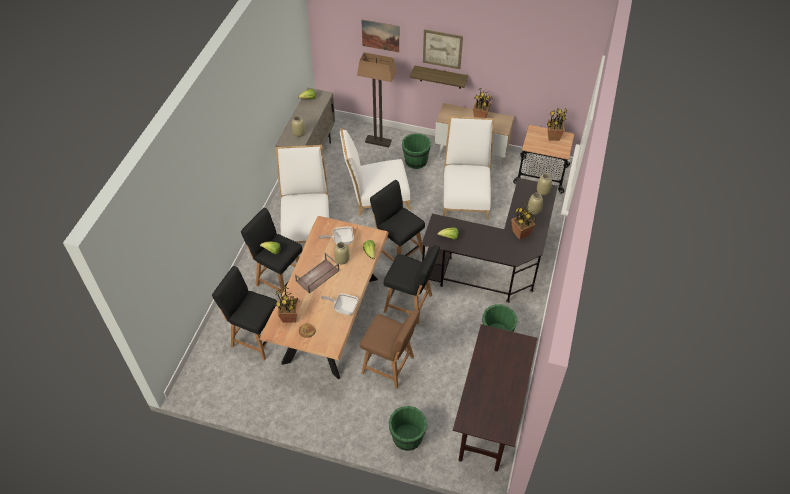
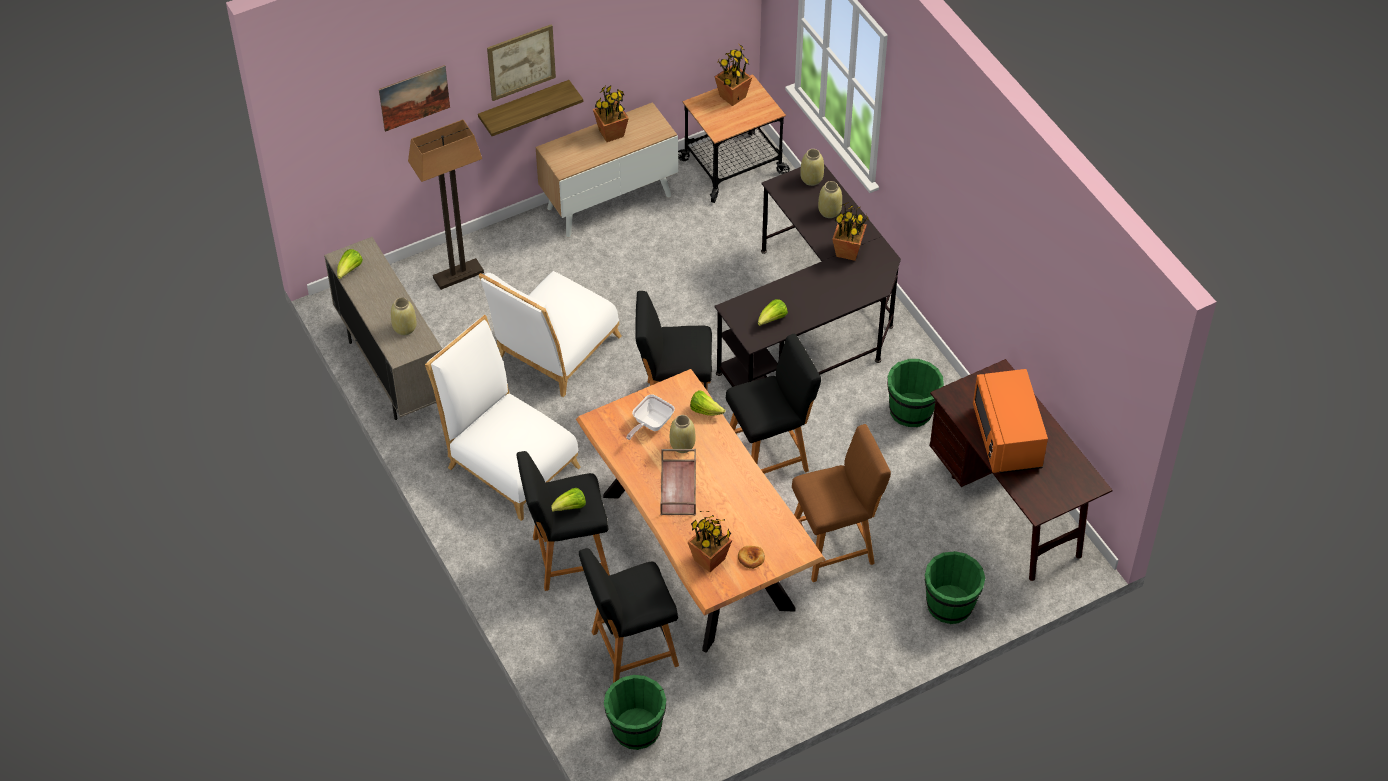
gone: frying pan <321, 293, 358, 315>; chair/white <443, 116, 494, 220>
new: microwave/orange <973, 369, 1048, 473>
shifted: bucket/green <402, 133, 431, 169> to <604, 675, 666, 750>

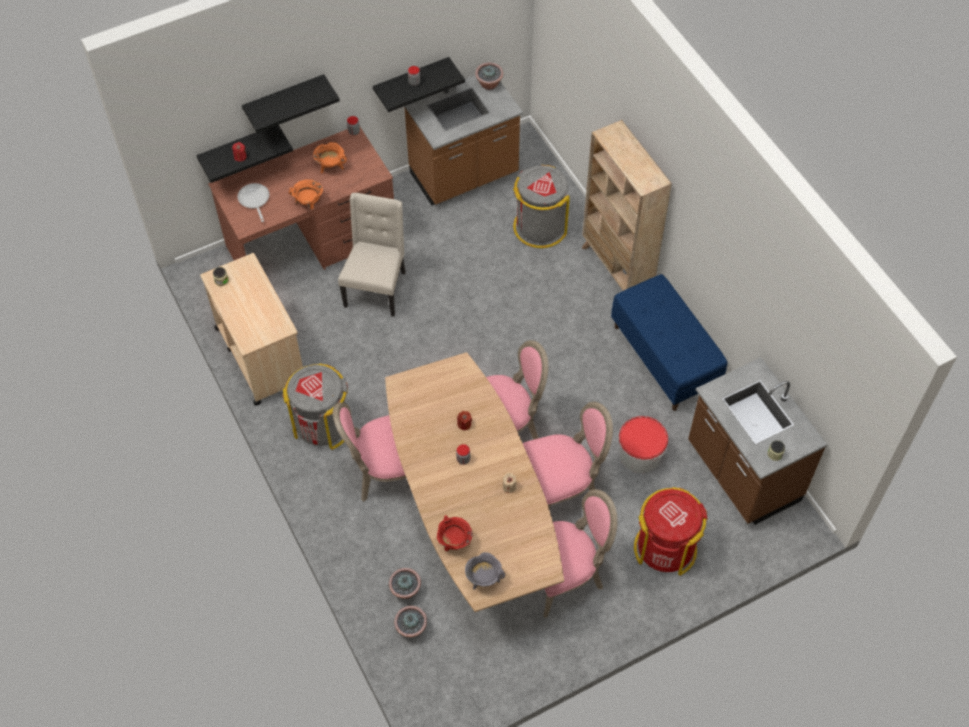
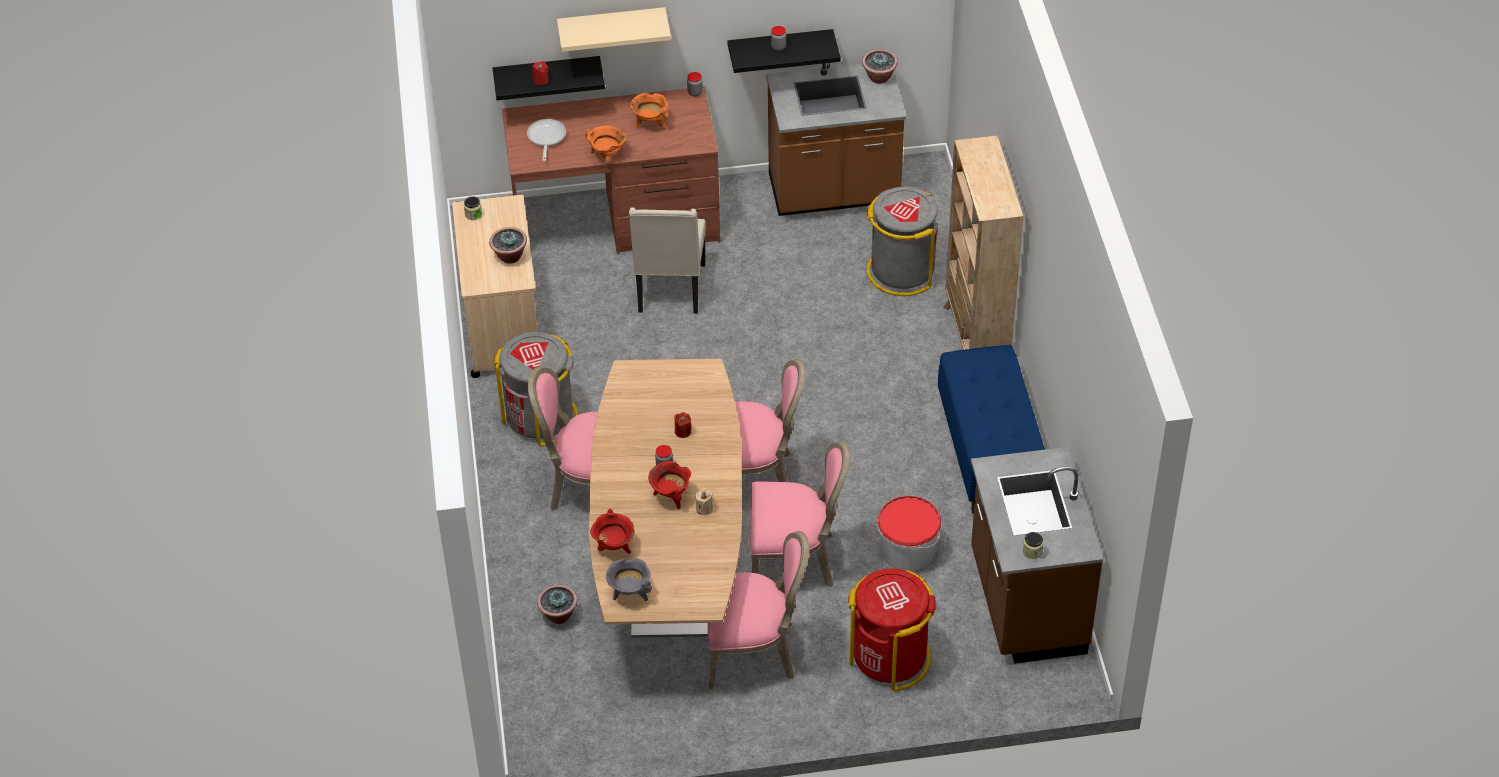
new: cooking pot/red <648, 461, 691, 509>
shifted: potted plant <394, 606, 427, 637> to <489, 227, 527, 264>
repainted: shelf/black <242, 74, 340, 133> to shelf/beige <557, 7, 671, 52>
rotated: chair/beige <338, 193, 406, 317> = <629, 207, 706, 314> 150 degrees clockwise

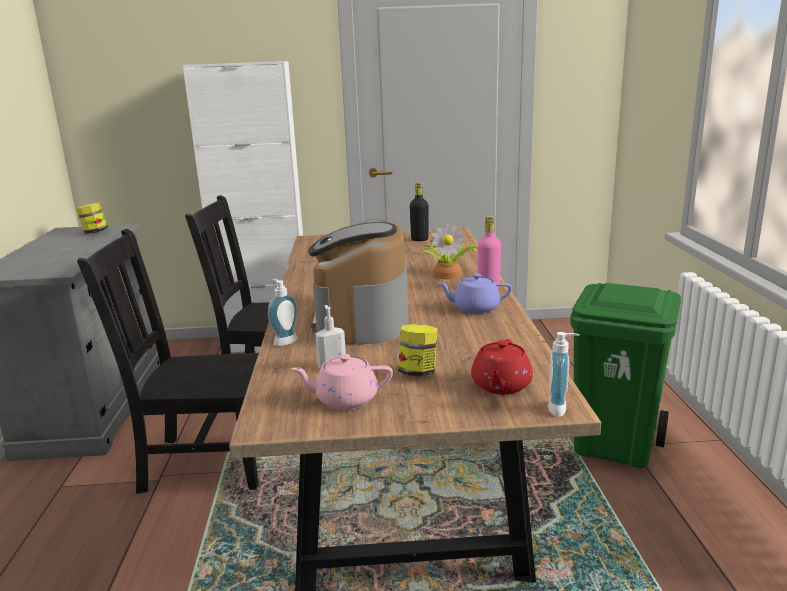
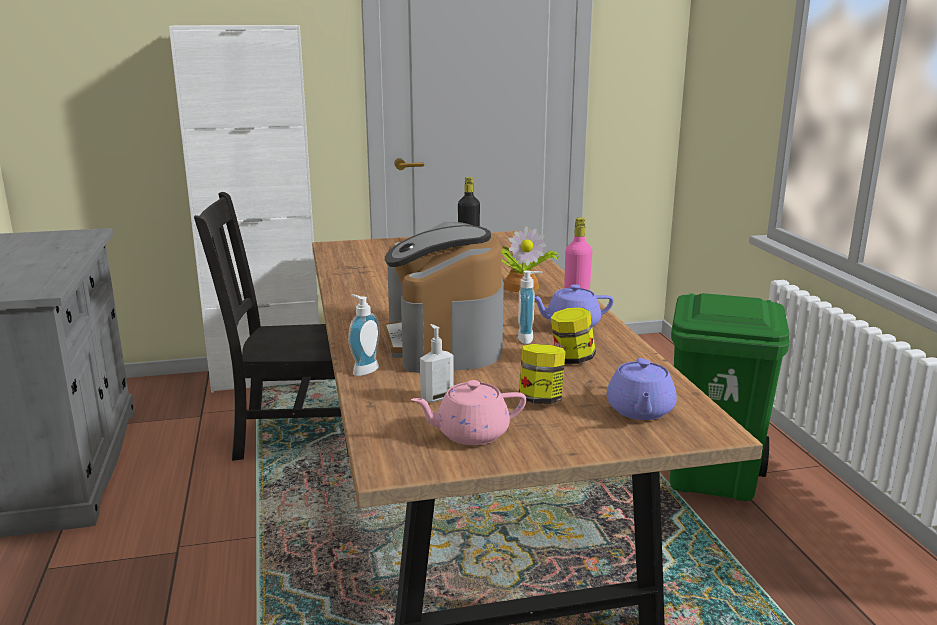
gone: chair/black <77, 229, 259, 494>
shifted: jar <76, 202, 108, 234> to <551, 308, 596, 364>; soap dispenser <548, 332, 580, 417> to <518, 270, 542, 344>
repainted: teapot/red <471, 339, 533, 395> to teapot/purple <607, 358, 677, 420>

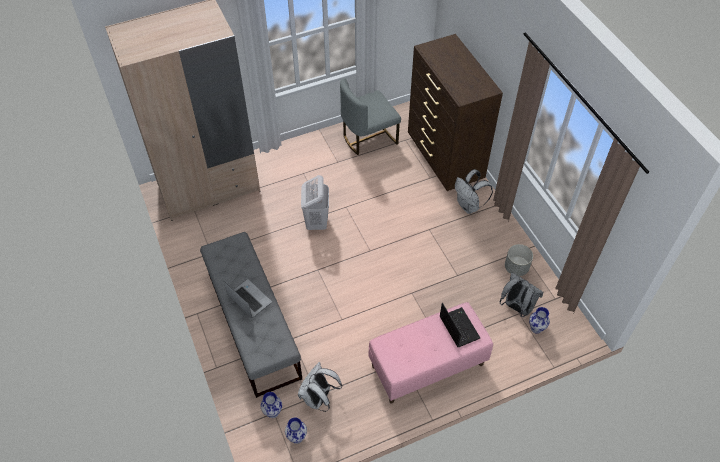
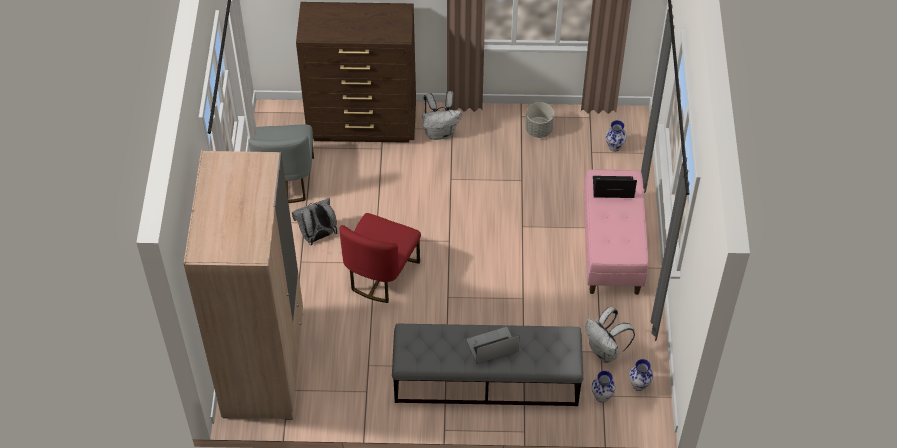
shifted: backpack/grey <500, 273, 544, 317> to <292, 198, 338, 245>
swapped: laundry basket/white <301, 175, 329, 230> to chair/red <340, 213, 421, 303>

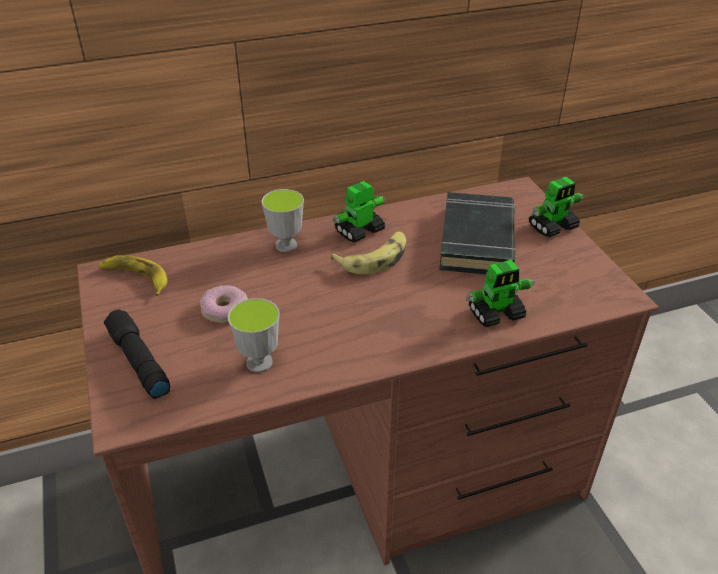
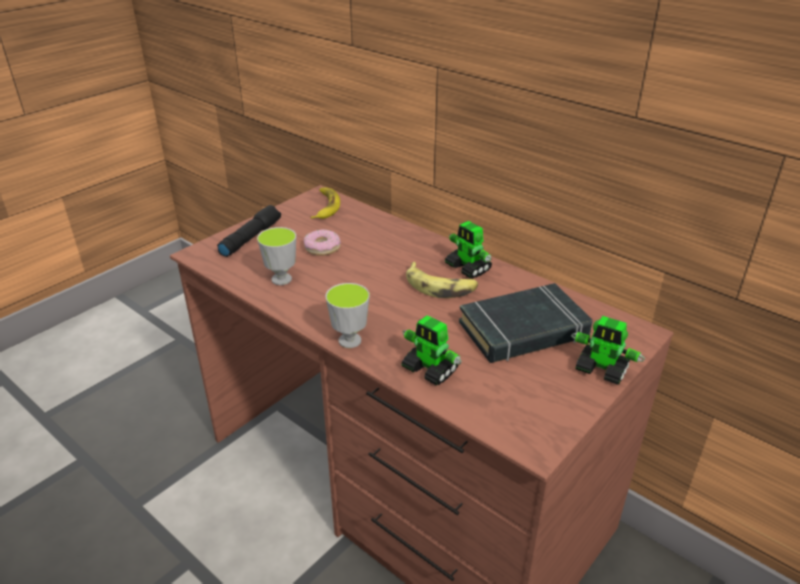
shifted: cup <261, 189, 304, 252> to <325, 283, 370, 348>
rotated: toy robot <332, 181, 386, 242> = <445, 221, 492, 279> 150 degrees counterclockwise

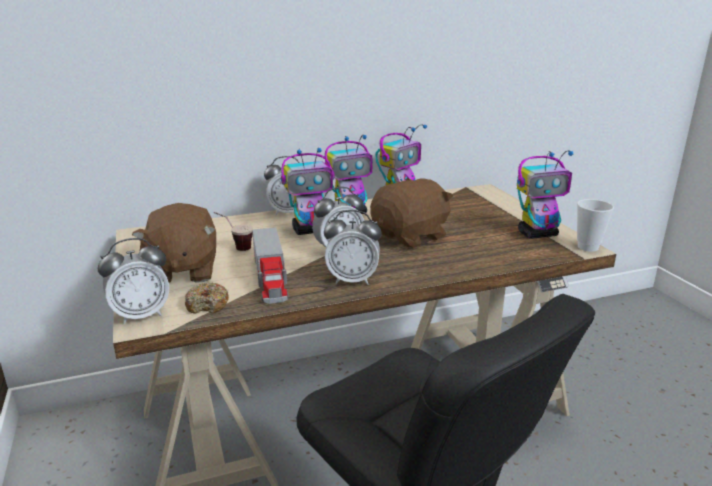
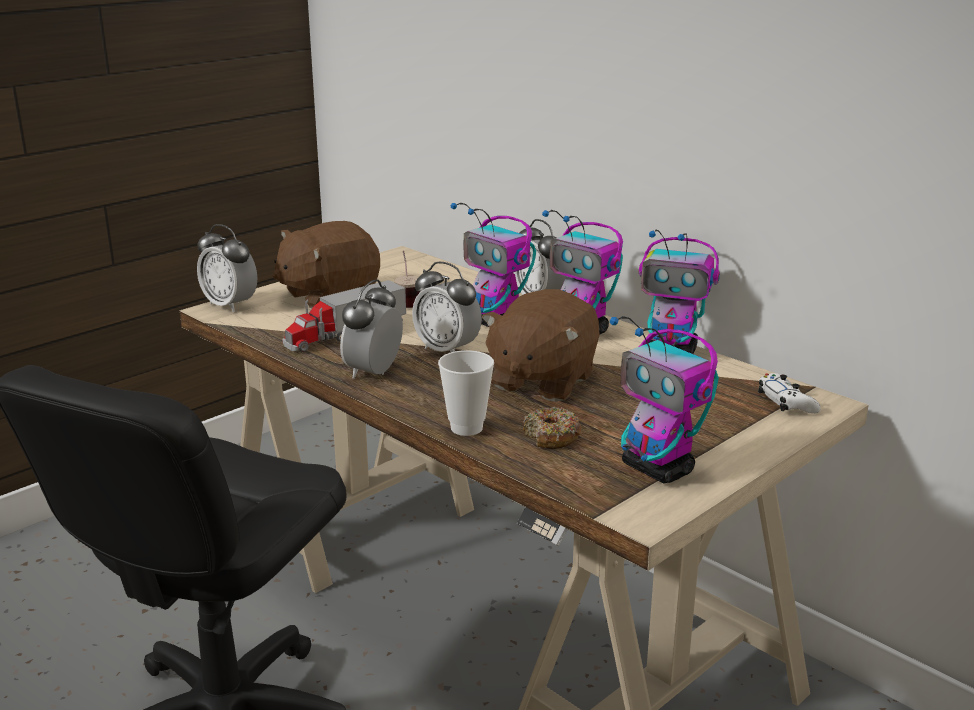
new: game controller/white <758, 373, 820, 414>
shifted: donut <185, 282, 229, 314> to <523, 407, 582, 449>; cup <577, 199, 614, 252> to <438, 350, 494, 436>
rotated: alarm clock <324, 210, 382, 285> = <340, 280, 403, 379> 45 degrees clockwise; plush toy/brown <370, 178, 453, 248> = <482, 289, 600, 402> 90 degrees clockwise

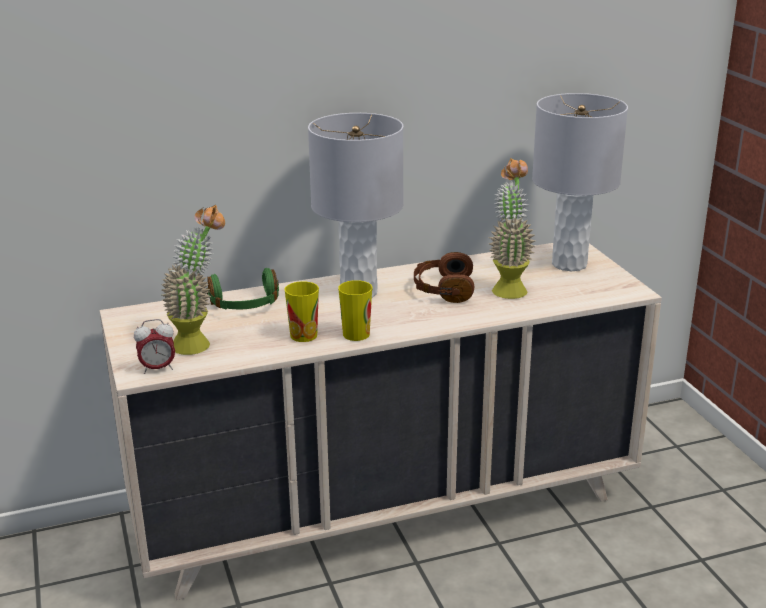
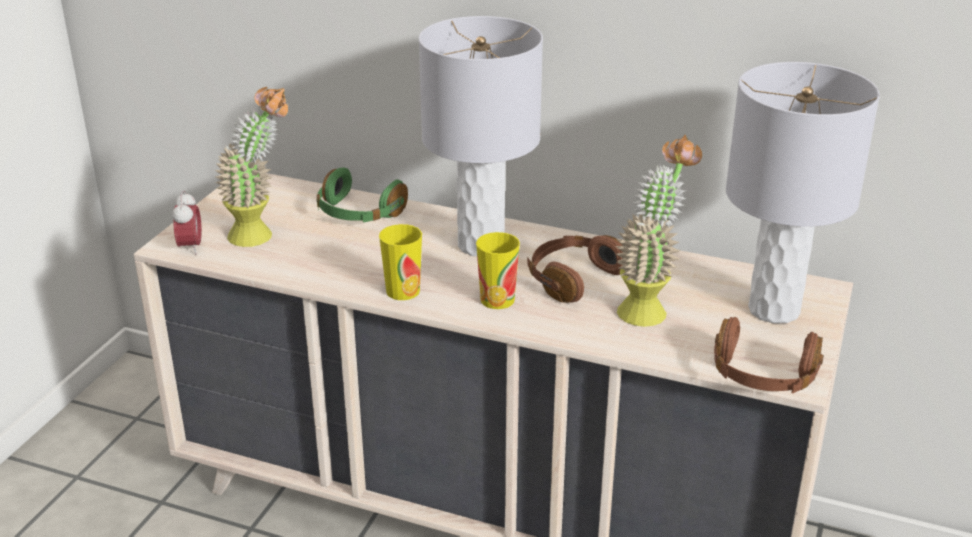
new: headphones/brown <714, 317, 824, 393>
shifted: cup <284, 281, 319, 342> to <476, 232, 520, 309>
rotated: alarm clock <134, 319, 175, 374> = <172, 190, 202, 255> 120 degrees counterclockwise

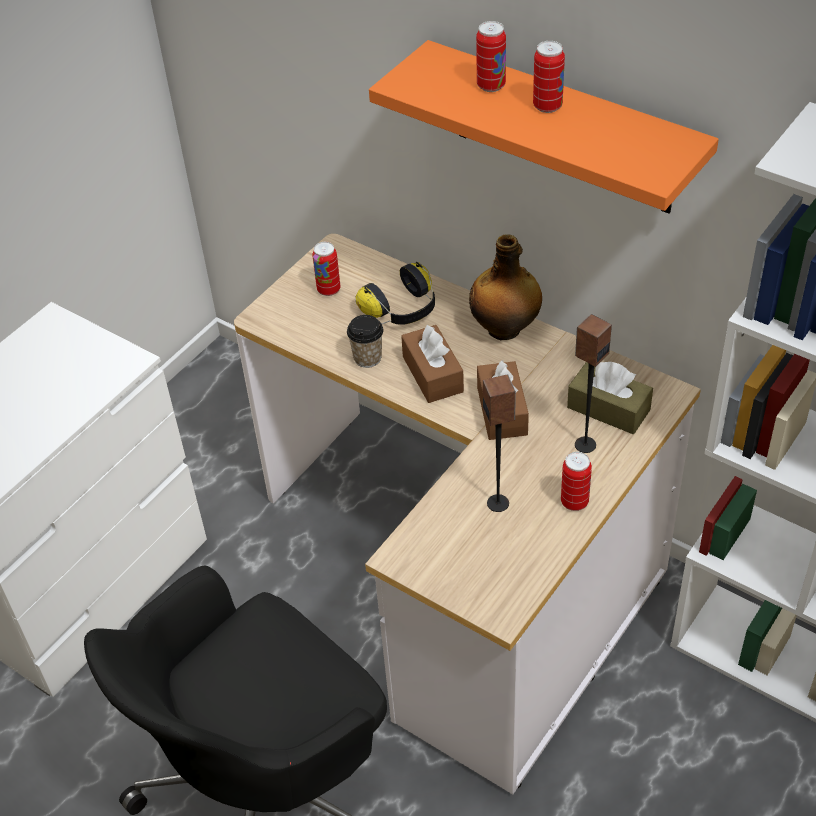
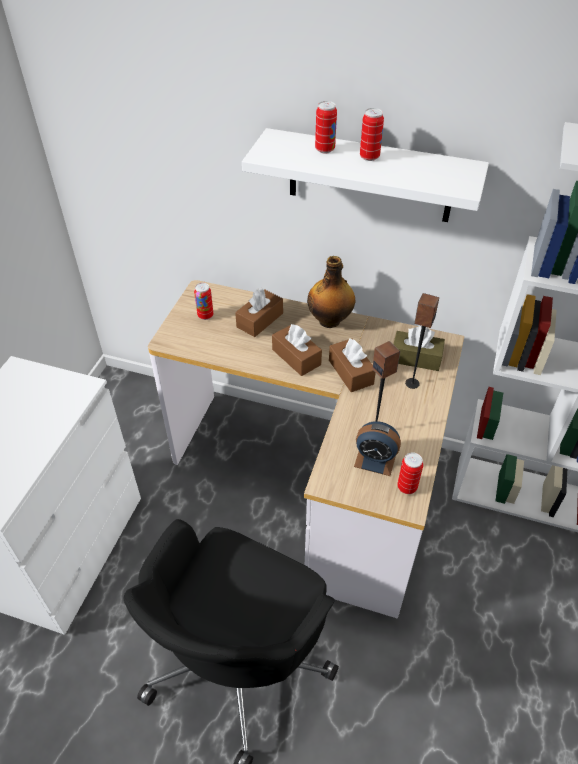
gone: cup <347, 315, 383, 368>
new: alarm clock <354, 421, 401, 476>
shifted: can <561, 452, 592, 511> to <397, 452, 423, 494>
swapped: headphones <356, 262, 435, 325> to tissue box/brown <235, 288, 283, 337>
repainted: shelf/orange <369, 40, 719, 214> to shelf/white <242, 128, 489, 222>

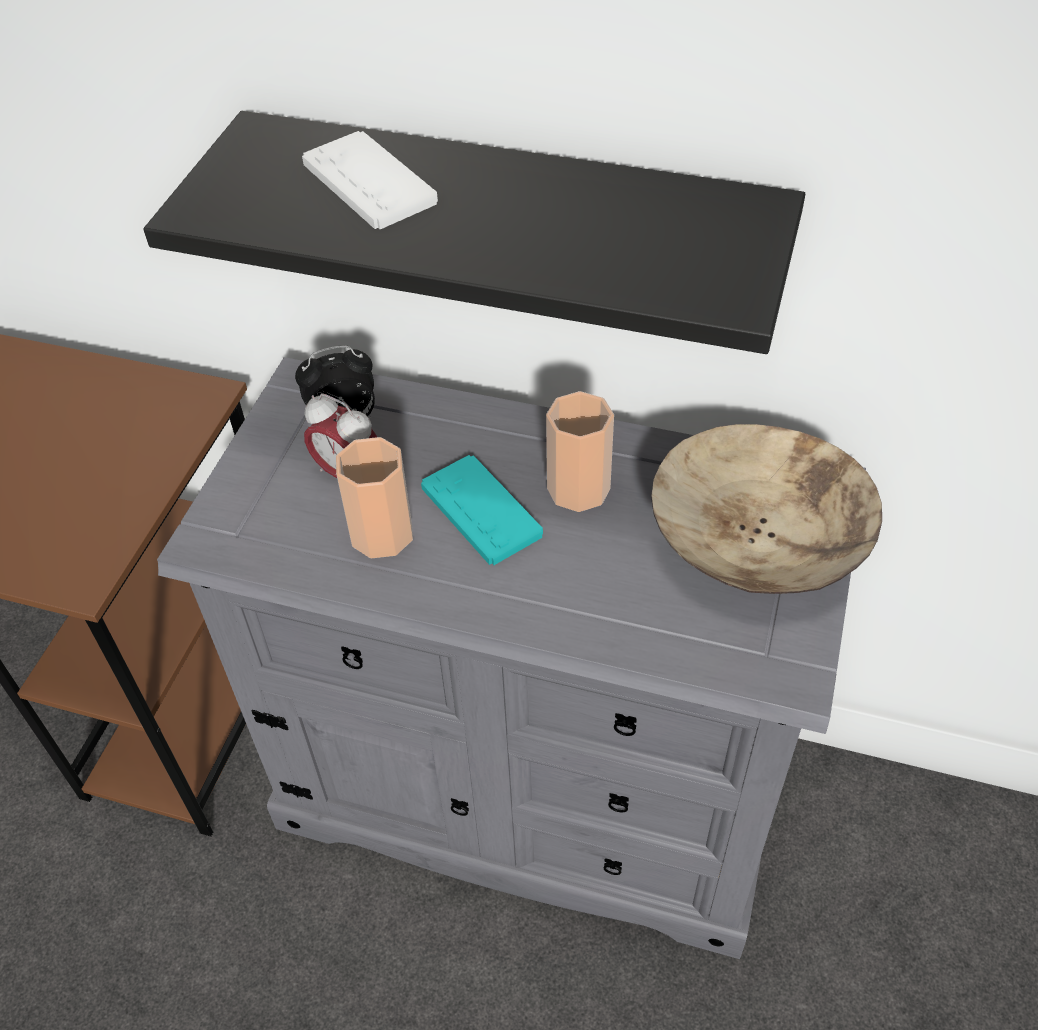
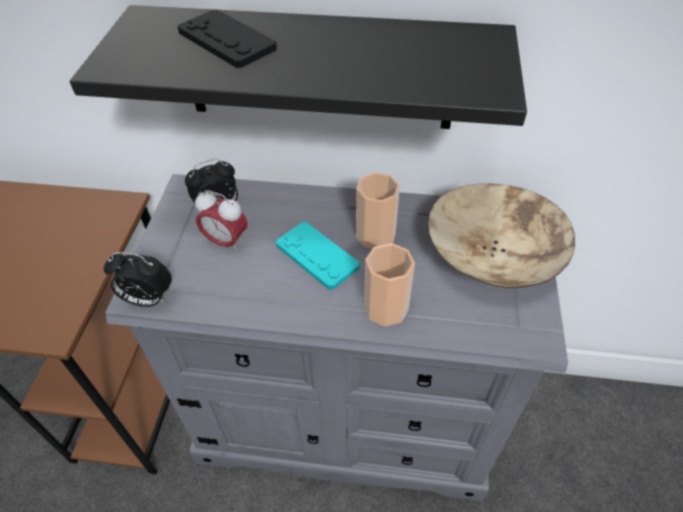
new: alarm clock <104, 252, 172, 307>
shifted: cup <336, 437, 413, 558> to <364, 243, 415, 327>
repainted: game controller/white <302, 131, 438, 229> to game controller/black <178, 10, 277, 68>

